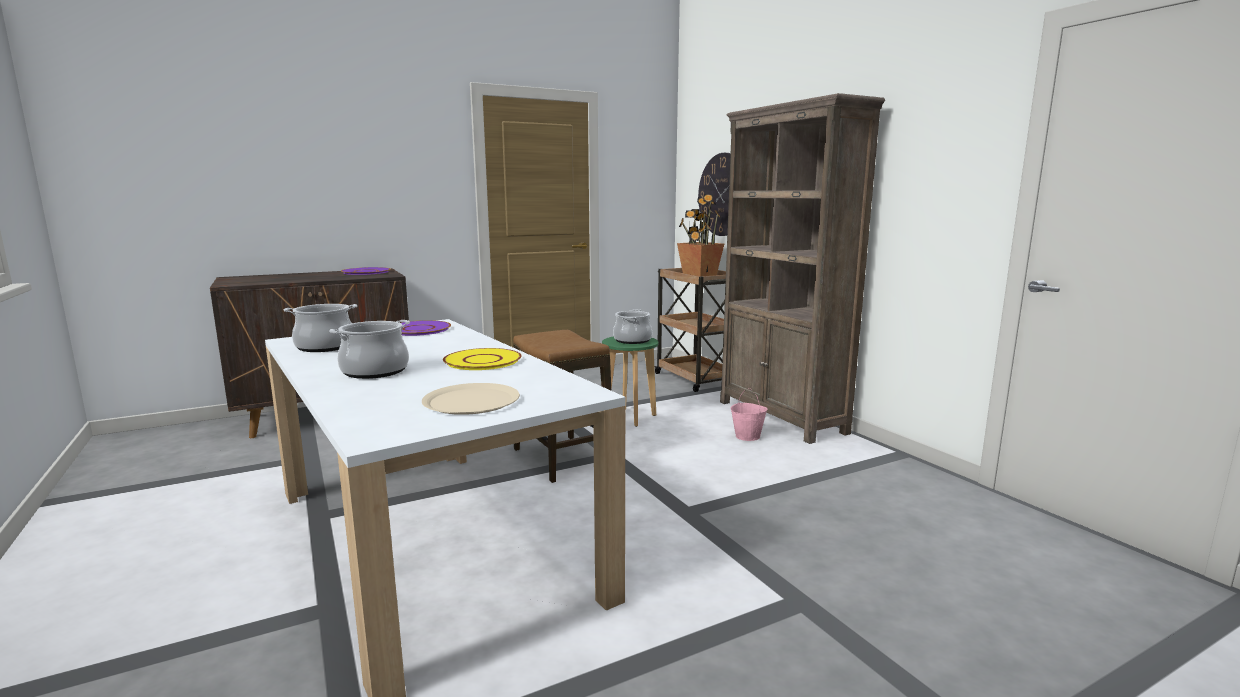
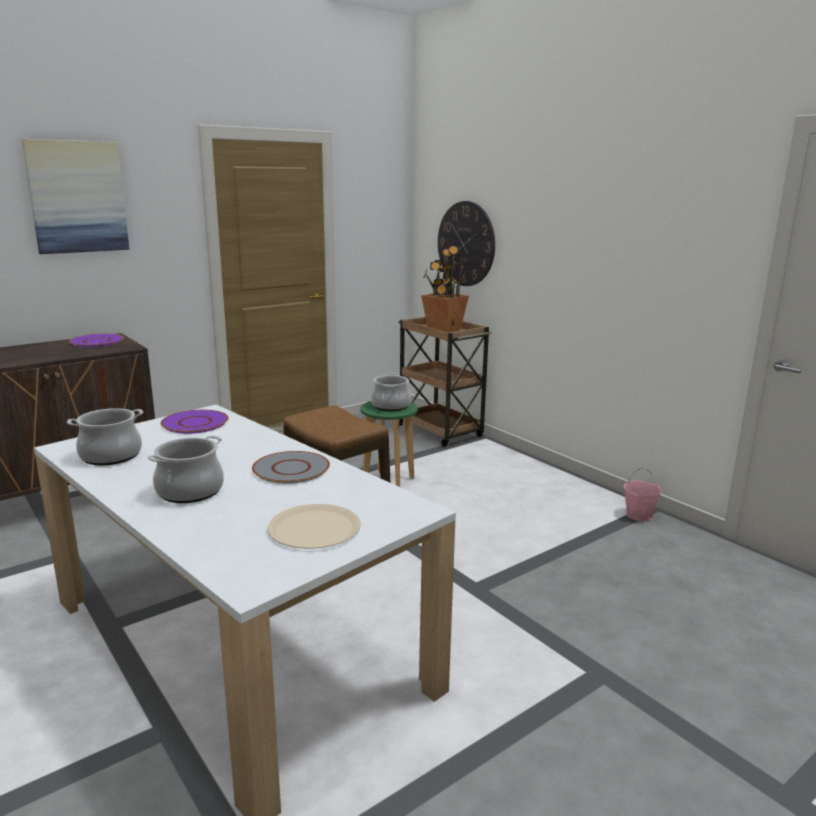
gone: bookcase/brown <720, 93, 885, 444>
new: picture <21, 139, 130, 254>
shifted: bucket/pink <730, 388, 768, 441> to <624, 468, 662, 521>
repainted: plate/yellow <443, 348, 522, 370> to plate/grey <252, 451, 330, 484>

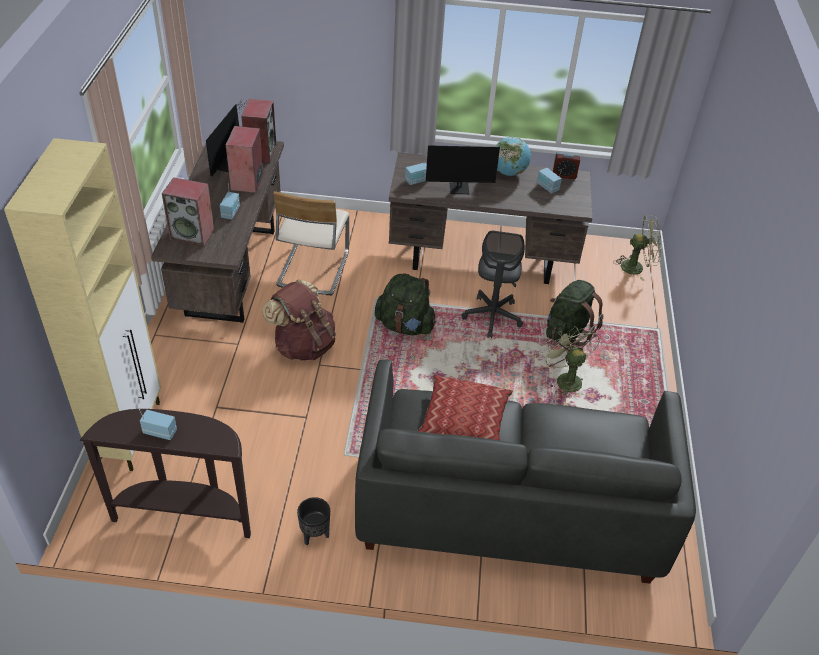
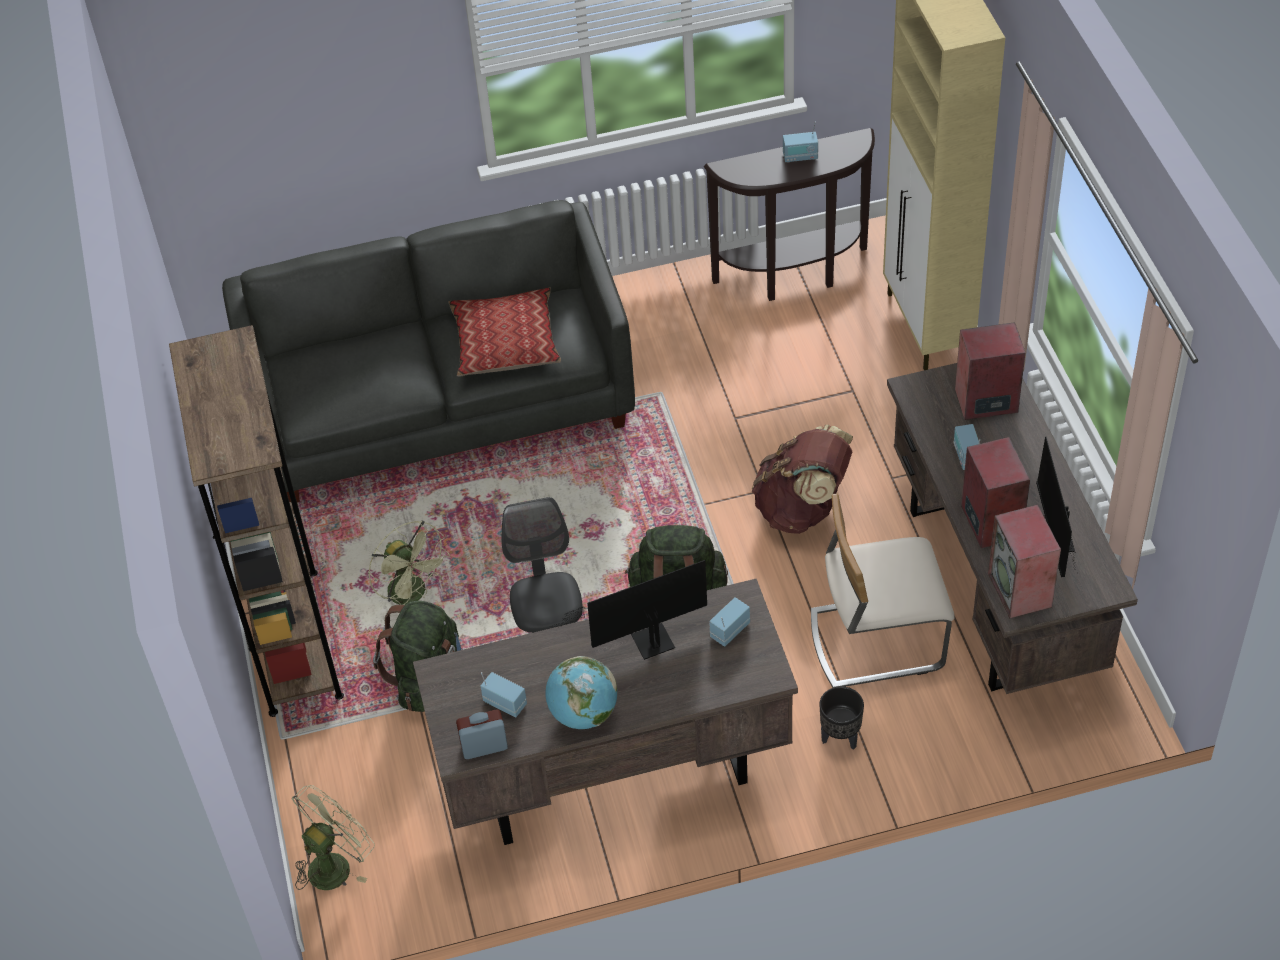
new: bookcase/brown <169, 325, 344, 717>
shifted: planter/black <297, 497, 330, 545> to <819, 686, 864, 750>
rotated: chair/beige <273, 191, 349, 295> = <811, 493, 955, 688> 90 degrees counterclockwise; fan/green <613, 215, 661, 281> = <292, 785, 375, 890> 150 degrees clockwise

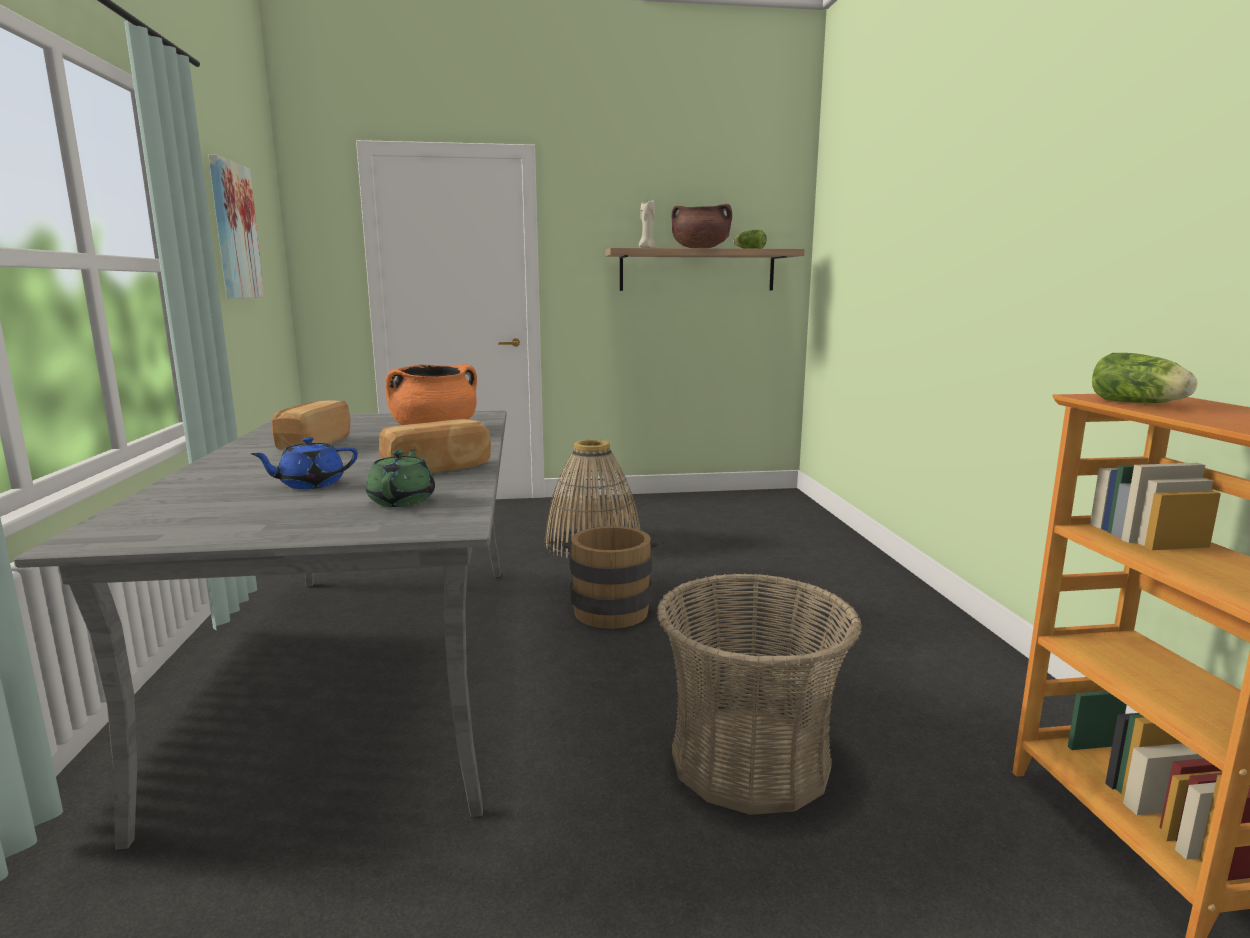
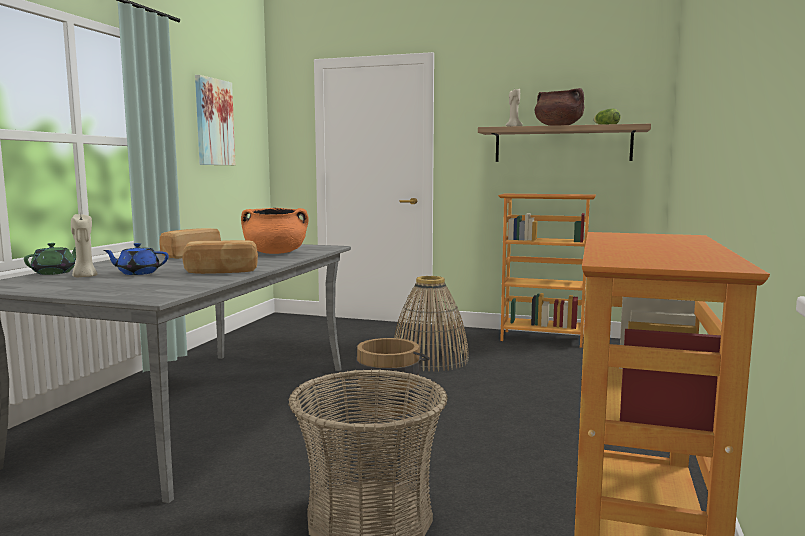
gone: lettuce <1092, 353, 1197, 403>
new: candle/beige <71, 214, 97, 277>; bookcase <498, 194, 596, 348>
shifted: teapot/green <366, 449, 435, 507> to <24, 243, 76, 275>

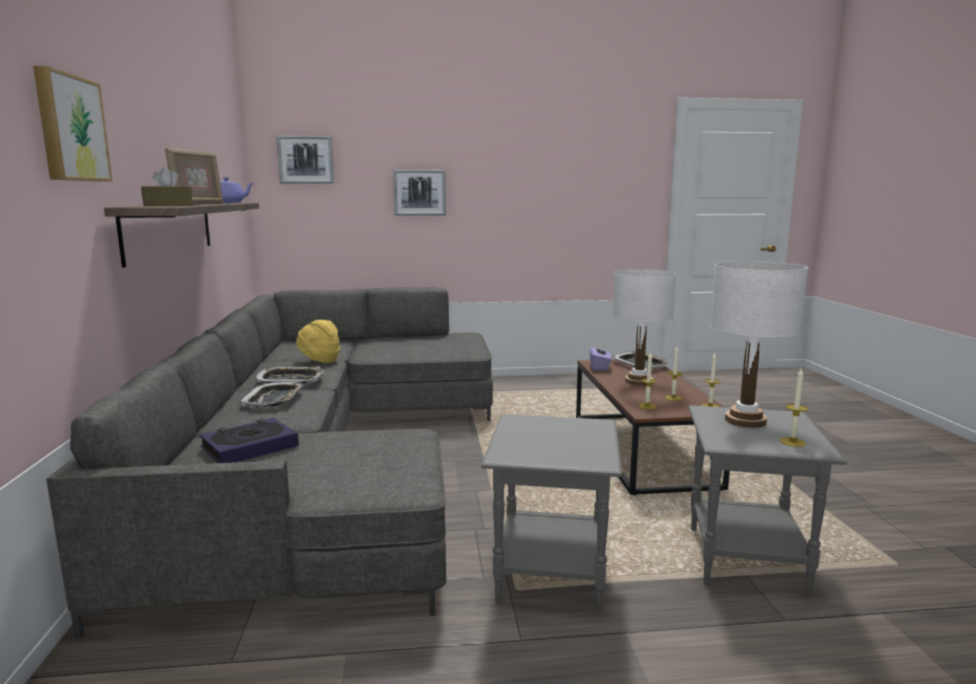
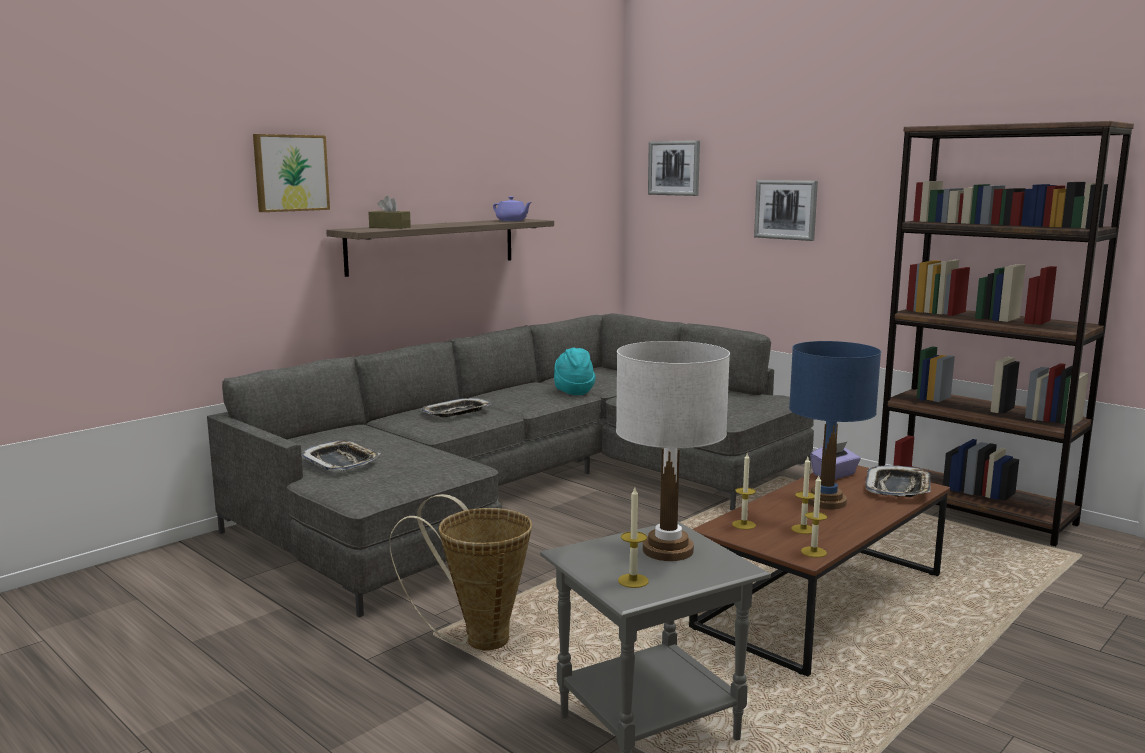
gone: picture frame <165, 148, 223, 204>; book <200, 418, 299, 463>
new: bookcase/brown <878, 121, 1134, 546>
shifted: tray <256, 366, 324, 384> to <301, 440, 381, 471>
swapped: side table/grey <481, 414, 622, 613> to basket <390, 494, 532, 650>
repainted: hat/yellow <296, 320, 340, 363> to hat/turquoise <554, 347, 596, 395>; table lamp/white <613, 269, 676, 386> to table lamp/blue <789, 341, 881, 509>

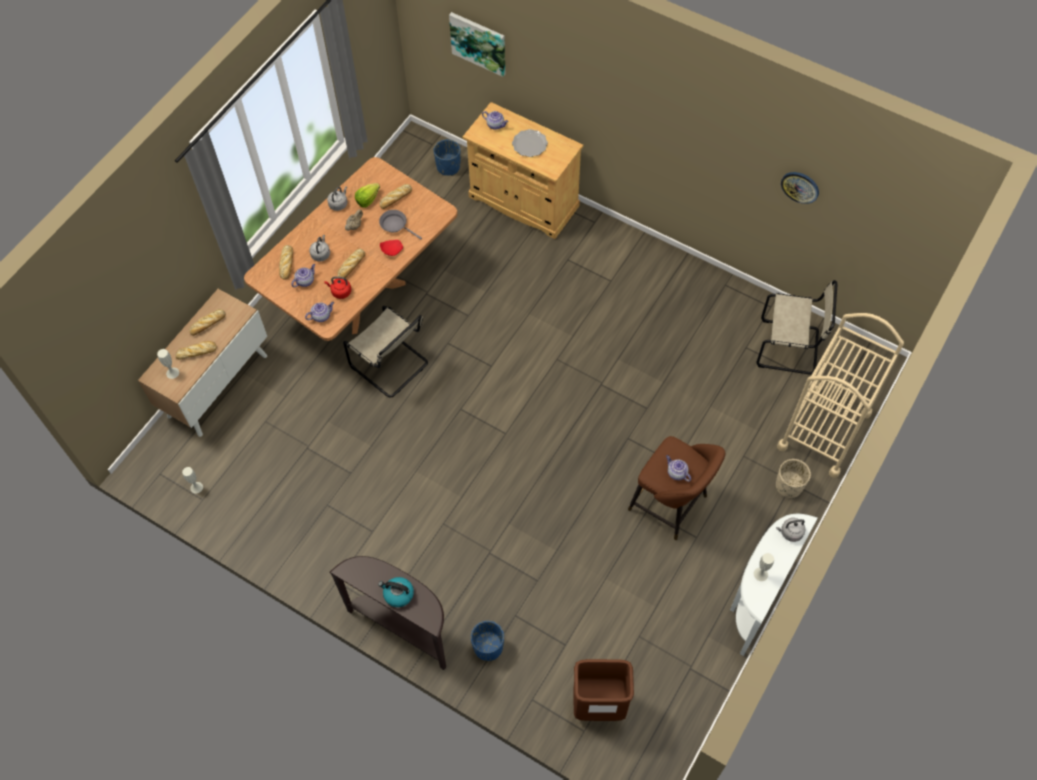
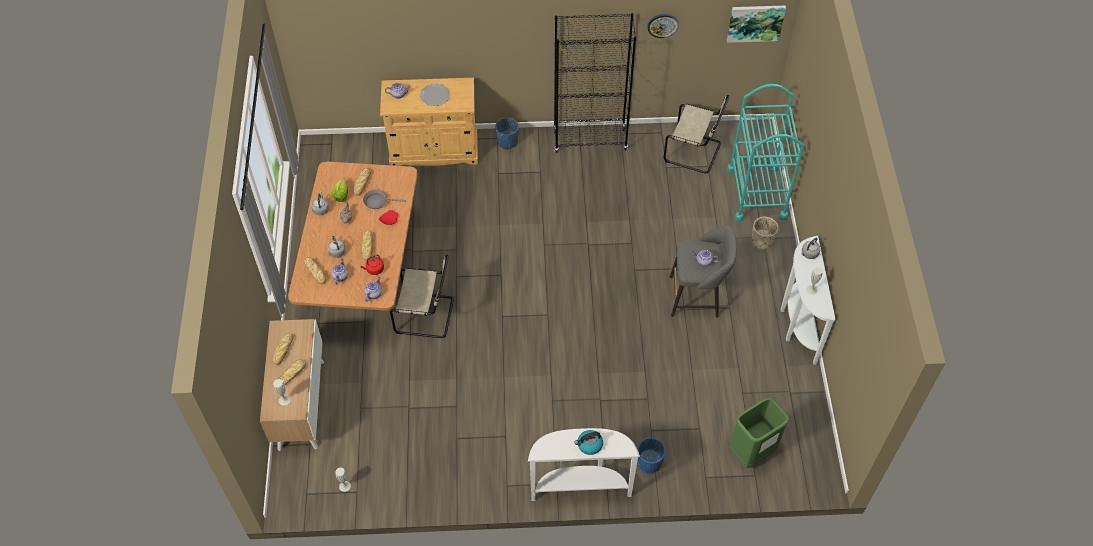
new: bookcase/black <553, 13, 636, 153>
shifted: planter/blue <434, 139, 460, 176> to <495, 117, 519, 149>; picture <449, 12, 505, 77> to <727, 6, 786, 43>
repainted: console table/brown <329, 556, 446, 670> to console table/white <528, 428, 640, 501>; trash can/brown <573, 659, 634, 721> to trash can/green <729, 398, 789, 468>; stool/brown <628, 436, 725, 540> to stool/grey <670, 225, 737, 318>; cart/beige <777, 313, 904, 478> to cart/turquoise <727, 84, 804, 222>
rotated: chair/beige <756, 280, 838, 374> = <663, 95, 729, 173> 45 degrees clockwise

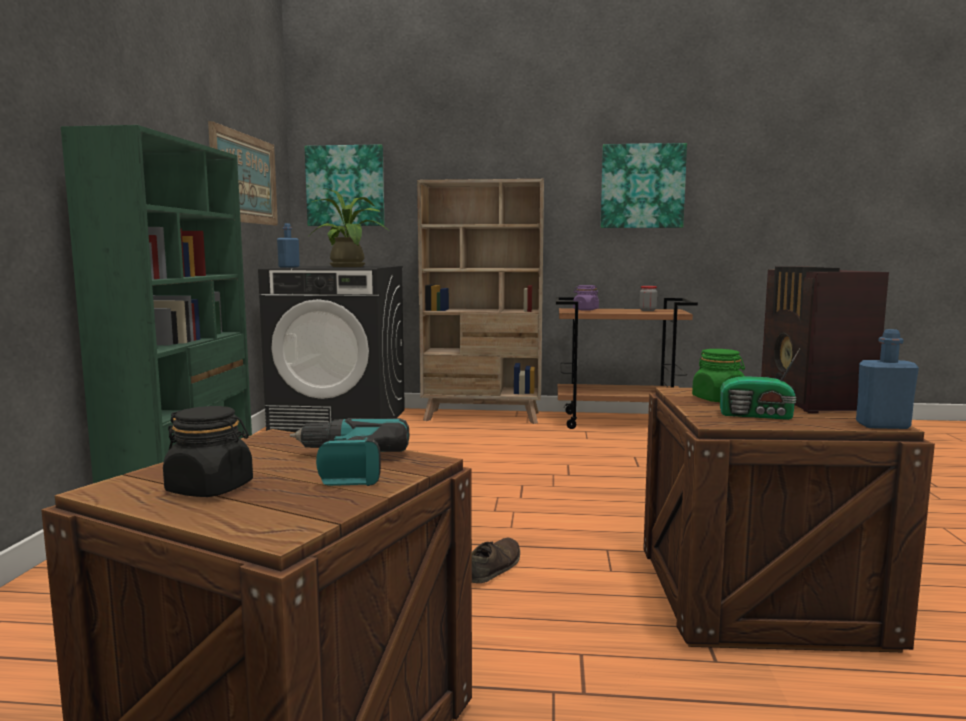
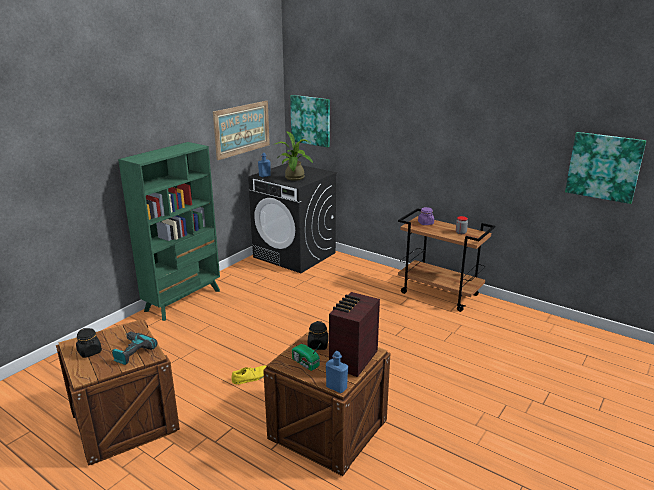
gone: bookcase/beige <417, 179, 544, 424>
shifted: picture <600, 143, 687, 228> to <565, 132, 646, 204>
repainted: shoe/brown <472, 537, 520, 583> to shoe/yellow <232, 365, 267, 384>; jar/green <692, 349, 745, 402> to jar/black <308, 321, 328, 350>

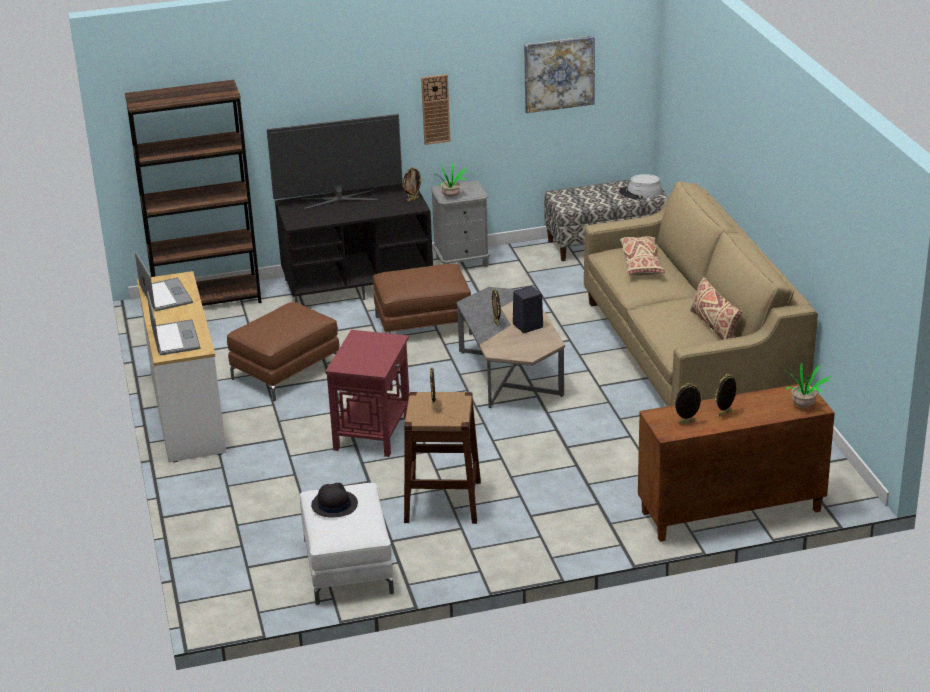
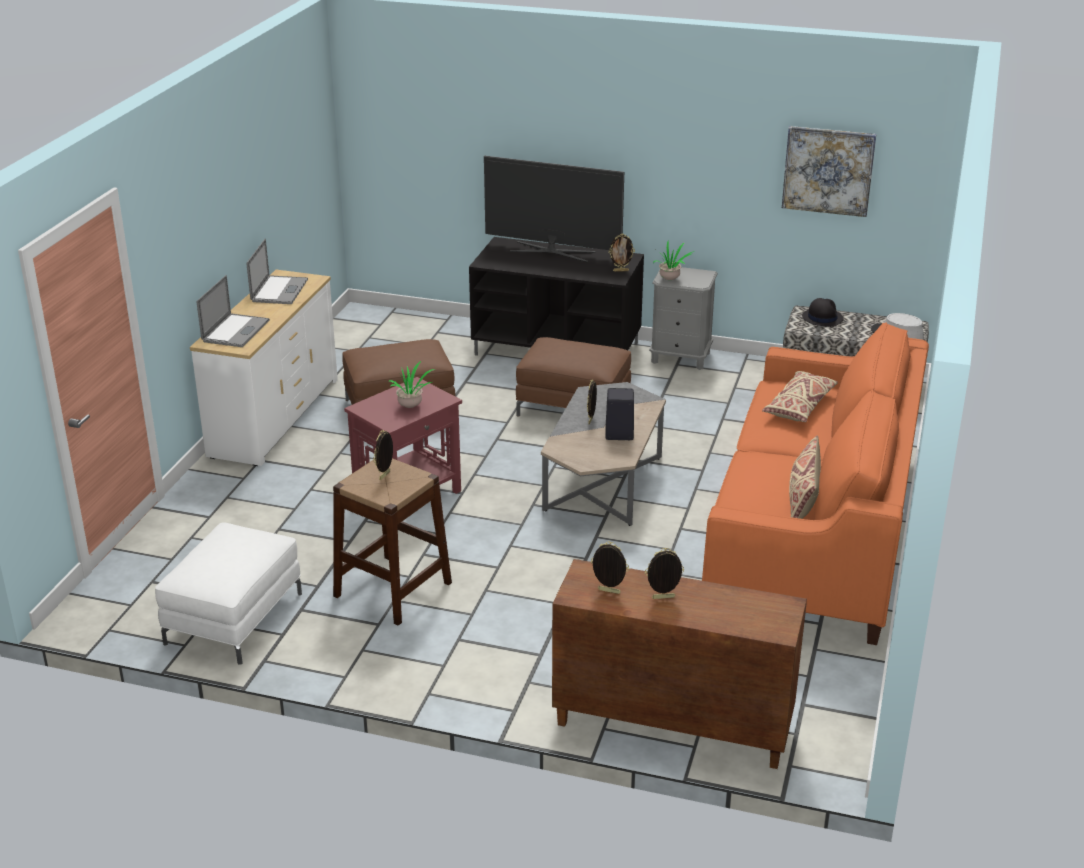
gone: bookcase/brown <125, 80, 262, 306>; wall clock <421, 74, 450, 145>
shifted: hat/black <311, 483, 358, 518> to <802, 298, 843, 327>; potted plant <786, 362, 831, 408> to <388, 361, 435, 408>
repainted: sofa/beige <584, 181, 818, 406> to sofa/orange <702, 322, 929, 645>

